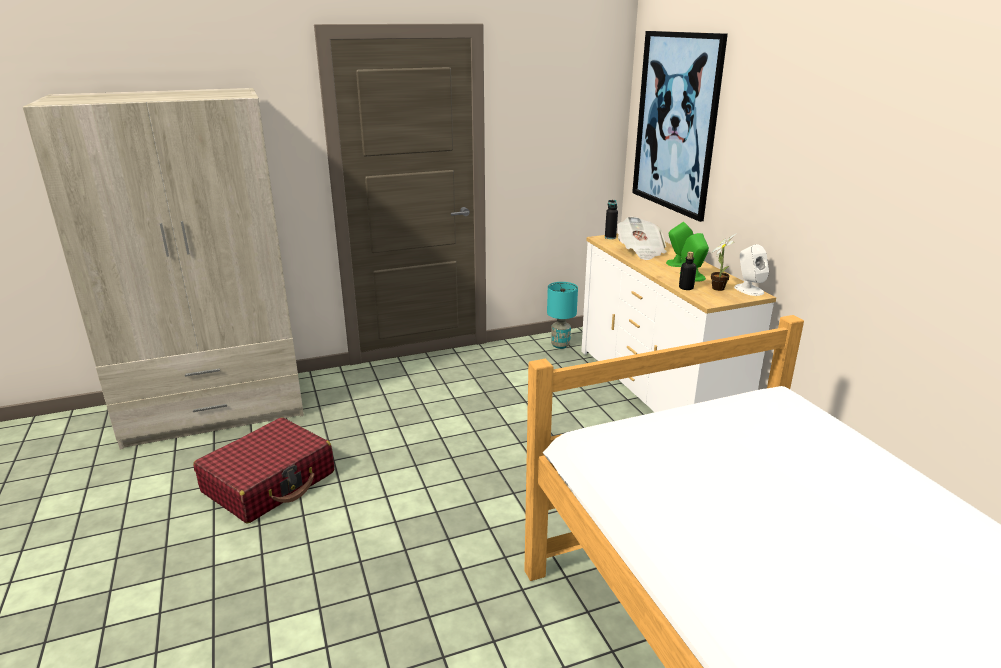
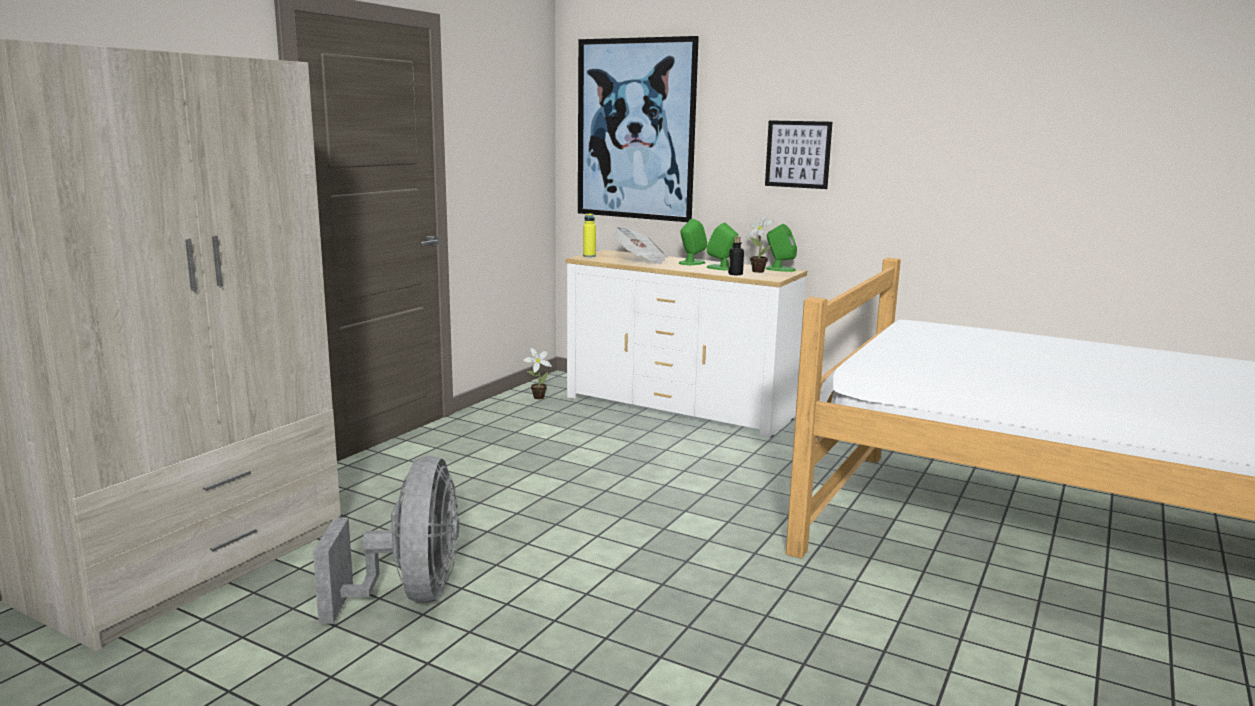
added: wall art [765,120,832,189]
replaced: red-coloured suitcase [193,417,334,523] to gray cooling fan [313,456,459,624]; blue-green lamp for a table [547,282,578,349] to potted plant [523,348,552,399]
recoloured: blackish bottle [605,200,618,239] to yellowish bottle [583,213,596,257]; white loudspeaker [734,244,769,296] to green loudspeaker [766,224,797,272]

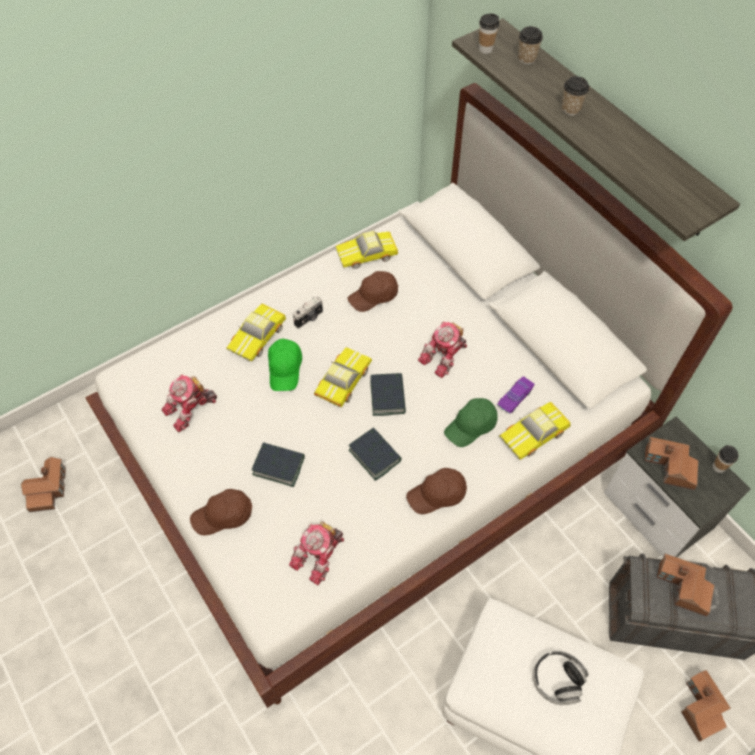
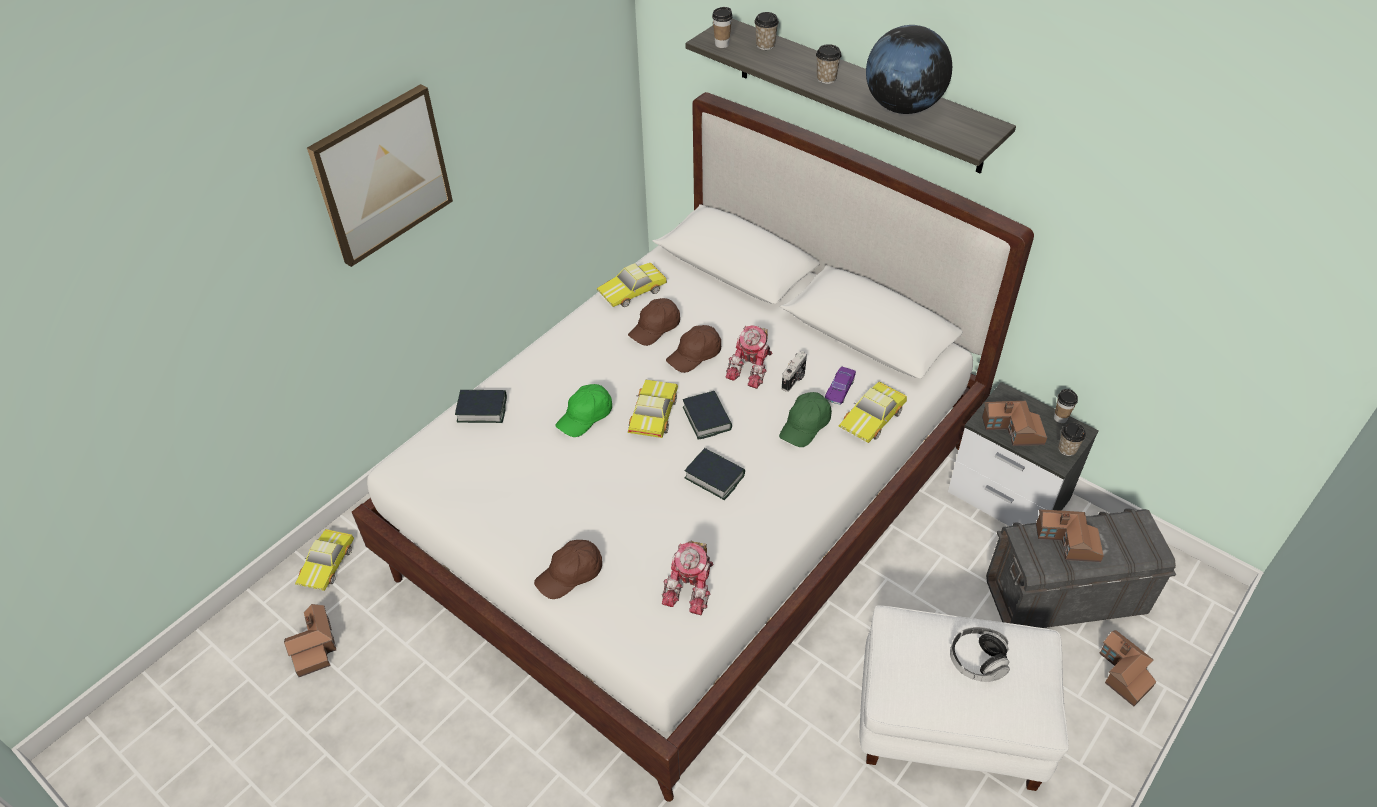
removed: model robot [161,374,217,432]
added: wall art [307,84,453,267]; globe [866,25,952,114]; small cup [1058,423,1086,456]
moved: toy car [226,304,286,362] to [295,529,354,591]; volume [252,442,305,487] to [455,390,507,423]; still camera [293,296,323,329] to [782,351,807,392]; brownish peaked cap [406,468,467,514] to [666,325,721,373]
turned: green peaked cap [268,339,302,391] = [555,384,612,437] 60 degrees clockwise

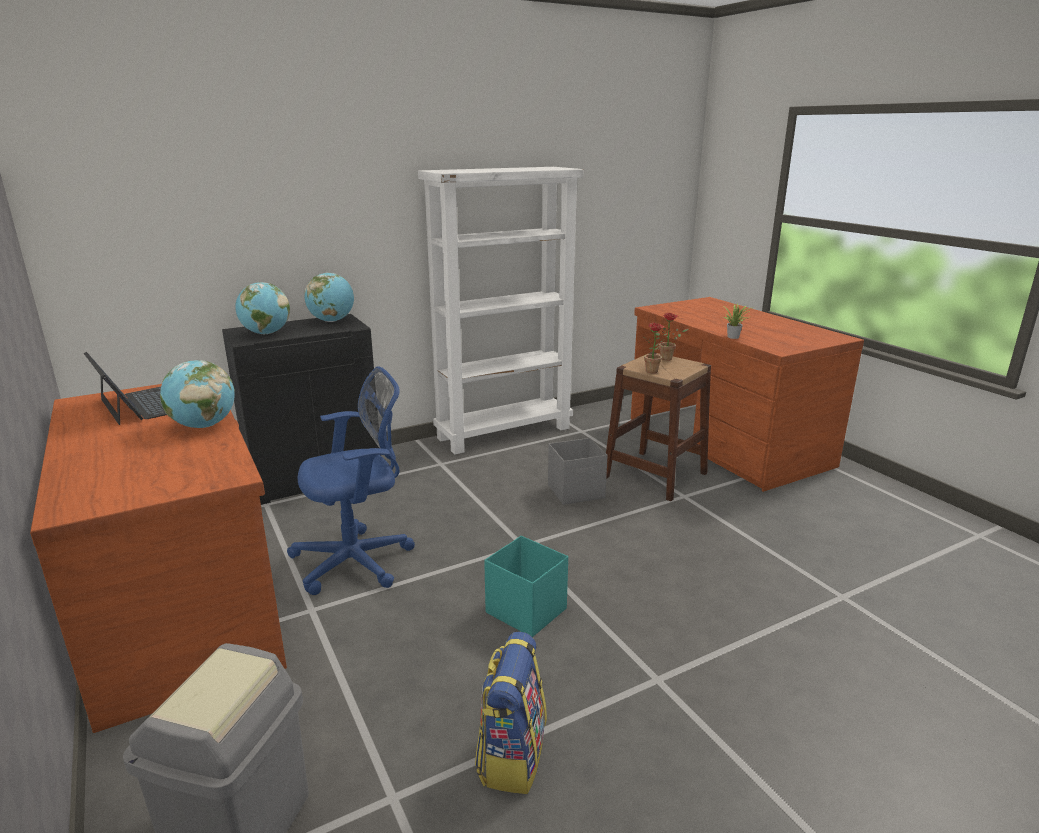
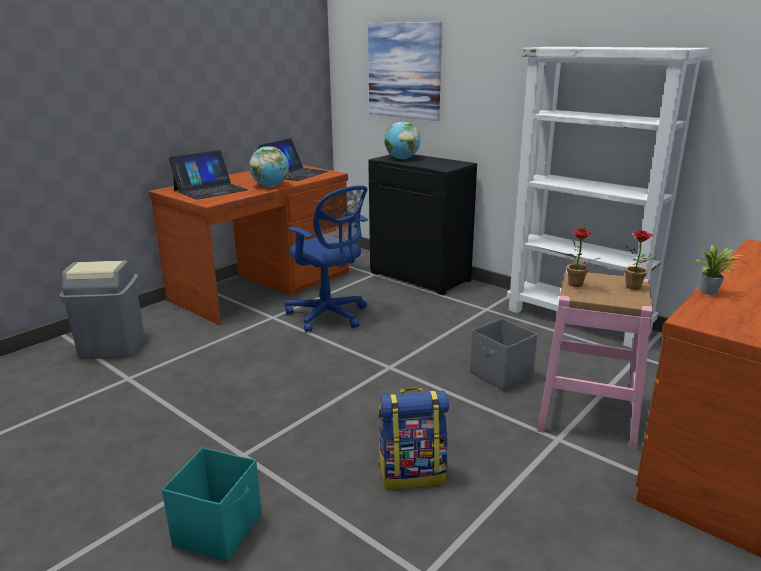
removed: globe [304,272,354,322]
added: laptop [168,150,248,200]; wall art [368,22,442,121]
moved: rucksack [475,632,547,794] to [378,387,449,489]; blue-green storage box [484,536,568,637] to [162,448,262,561]
recoloured: brownish stool seat [606,352,711,501] to pink-coloured stool seat [537,270,653,451]

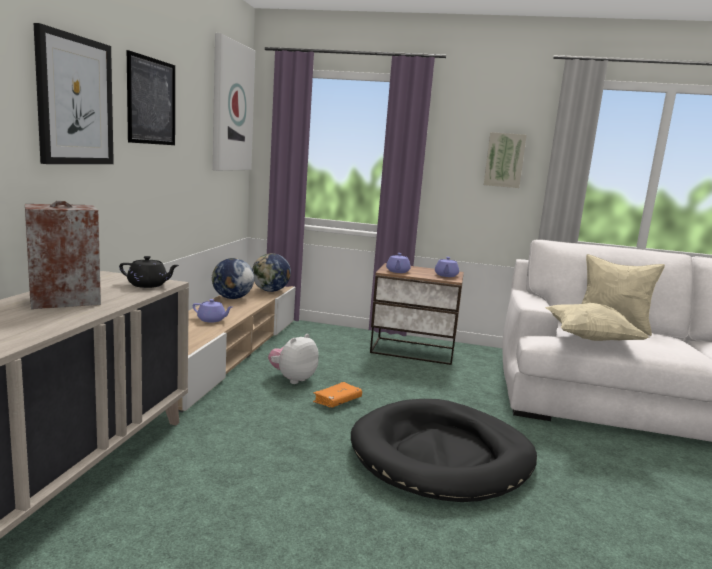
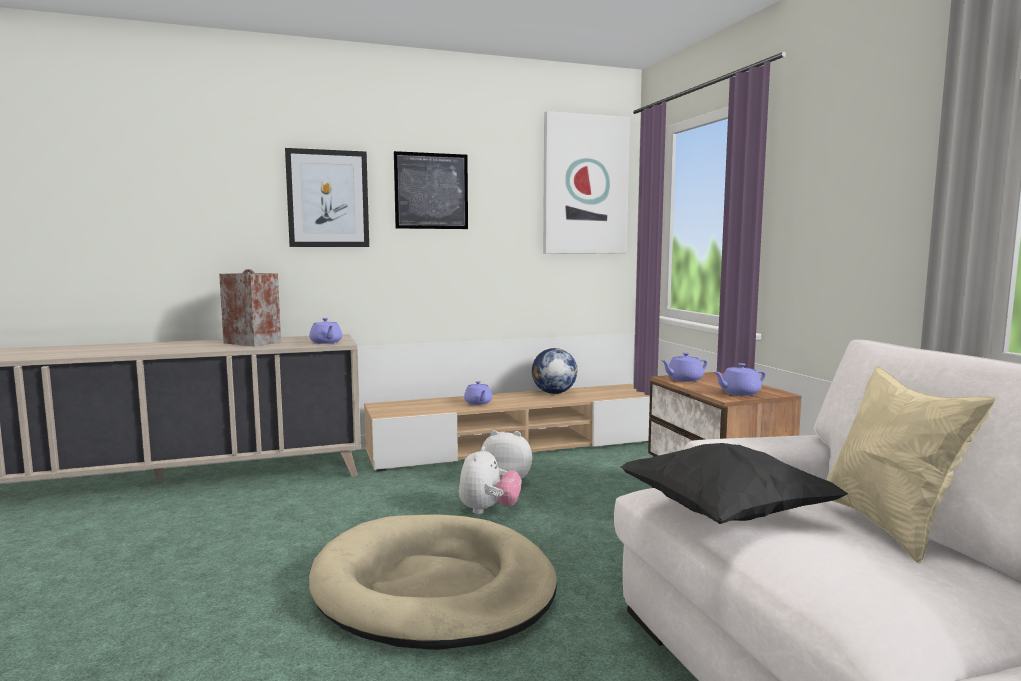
removed: globe [252,253,291,292]; wall art [484,132,527,188]
replaced: orange-coloured volume [313,382,362,408] to soft toy [459,446,521,514]
recoloured: blackish pot for tea [119,256,179,288] to purple pot for tea [309,318,342,344]; blackish dog cushion [351,399,537,502] to beige dog cushion [309,514,557,650]; beige pillow [545,303,649,341] to blackish pillow [620,443,848,524]

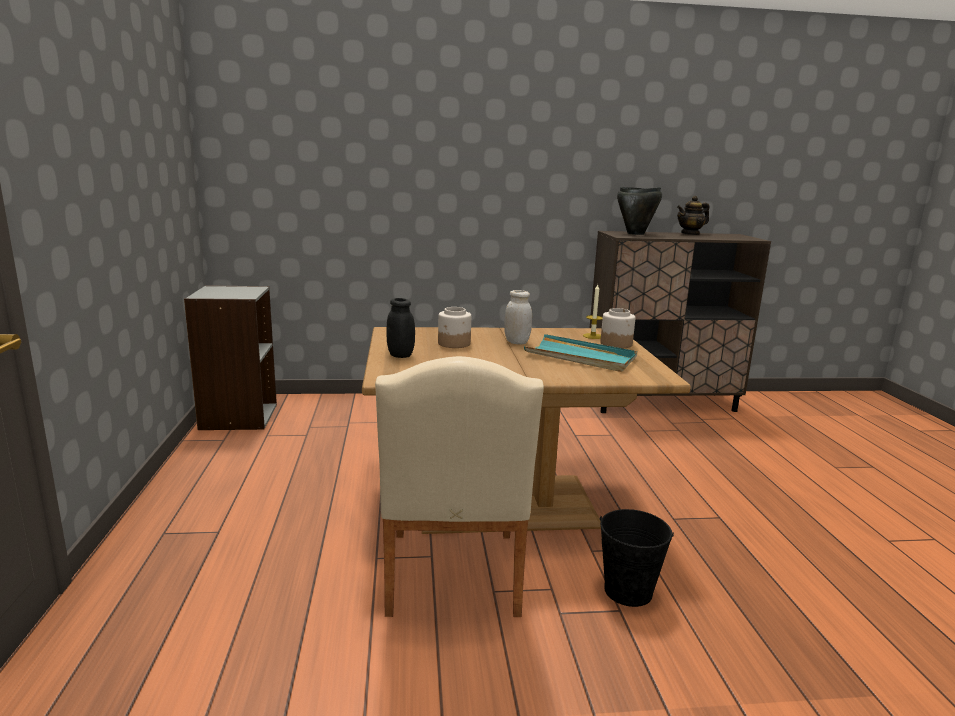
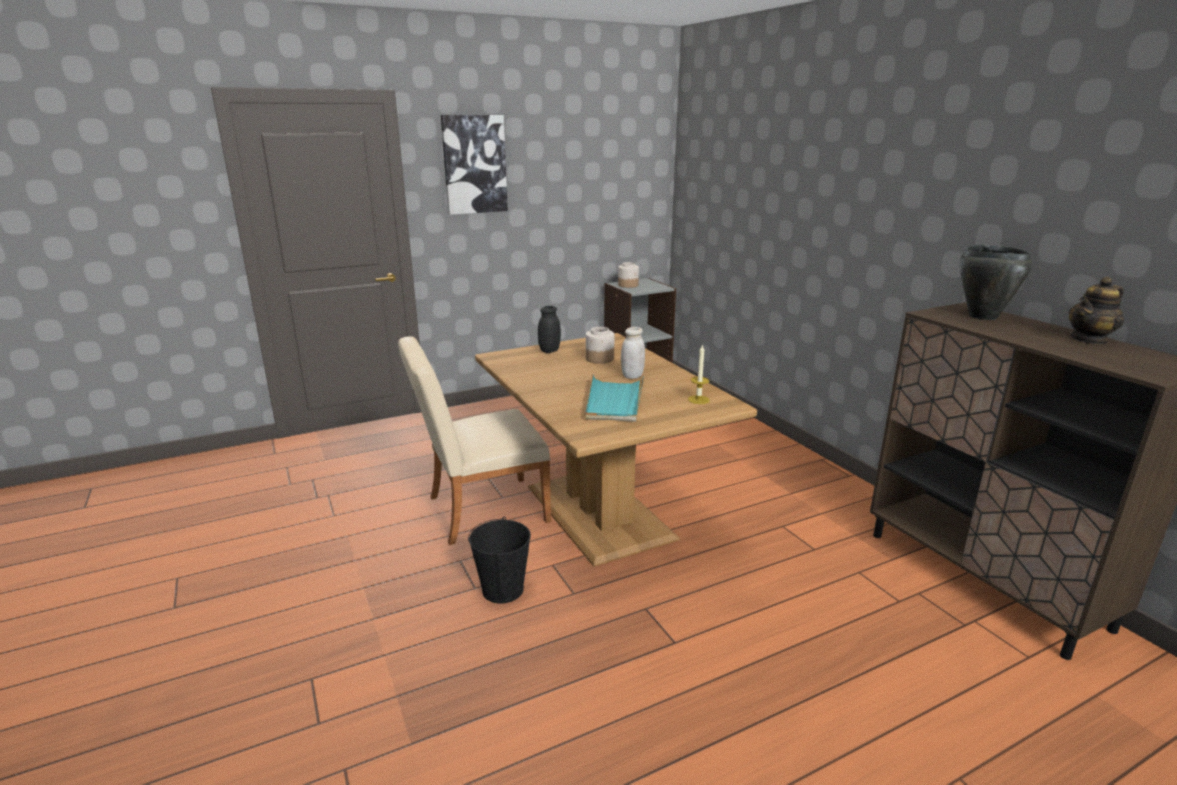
added: wall art [441,115,508,215]
moved: jar [600,308,635,348] to [618,262,639,288]
turned: pot for tea [677,196,709,235] = [1069,277,1124,345] 75 degrees counterclockwise

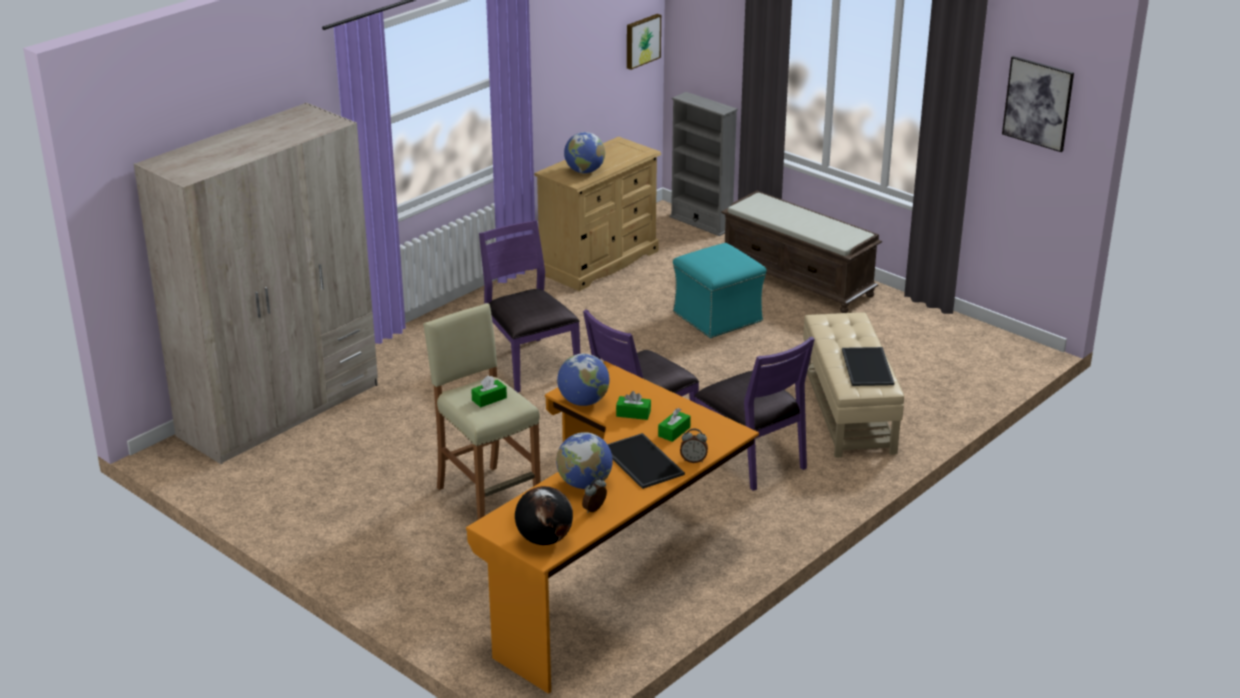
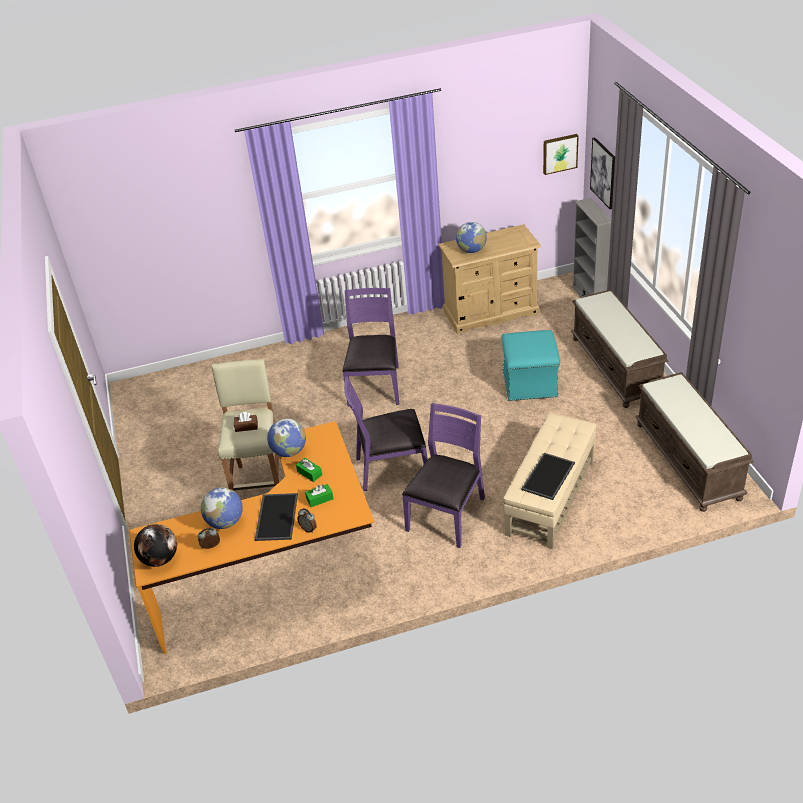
removed: beige clothes cupboard [134,102,378,464]
added: brownish long seat [635,372,754,512]
moved: wall art [1002,56,1074,152] to [590,137,615,209]
recoloured: green tissue box [471,375,507,407] to brownish tissue box [234,412,258,432]
turned: purple chair [694,337,815,491] = [402,403,485,548] 150 degrees counterclockwise

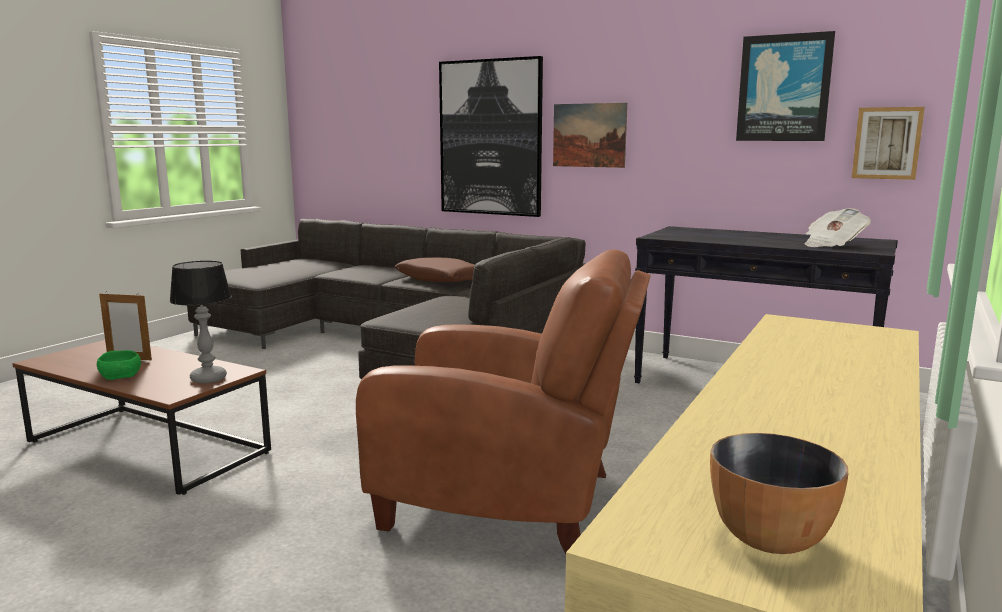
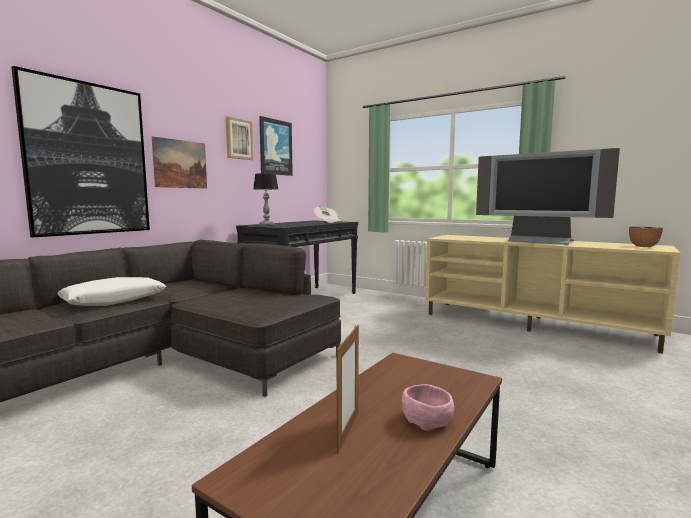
removed: brownish lounge chair [356,249,651,554]
added: TV [476,148,620,245]
moved: lamp for a table [169,261,232,383] to [253,173,278,226]; wall art [852,107,925,180] to [226,117,253,160]
recoloured: green bowl [97,350,141,380] to pink-coloured bowl [402,384,454,431]; brownish pillow [395,257,475,282] to white pillow [57,277,166,306]

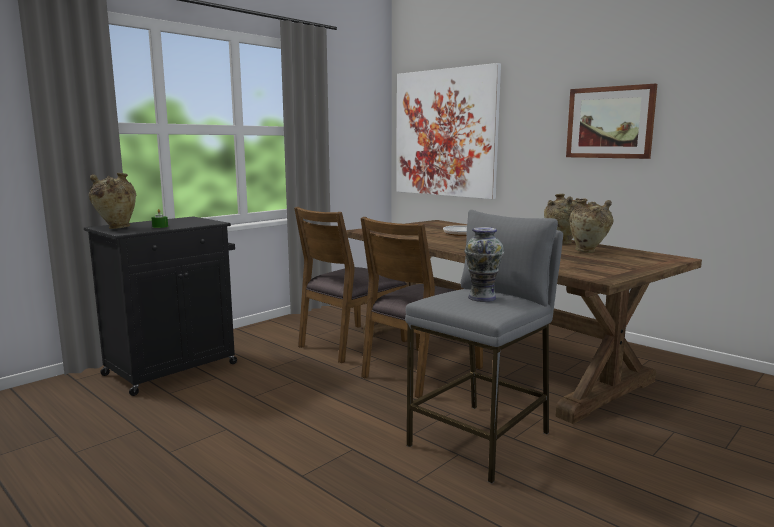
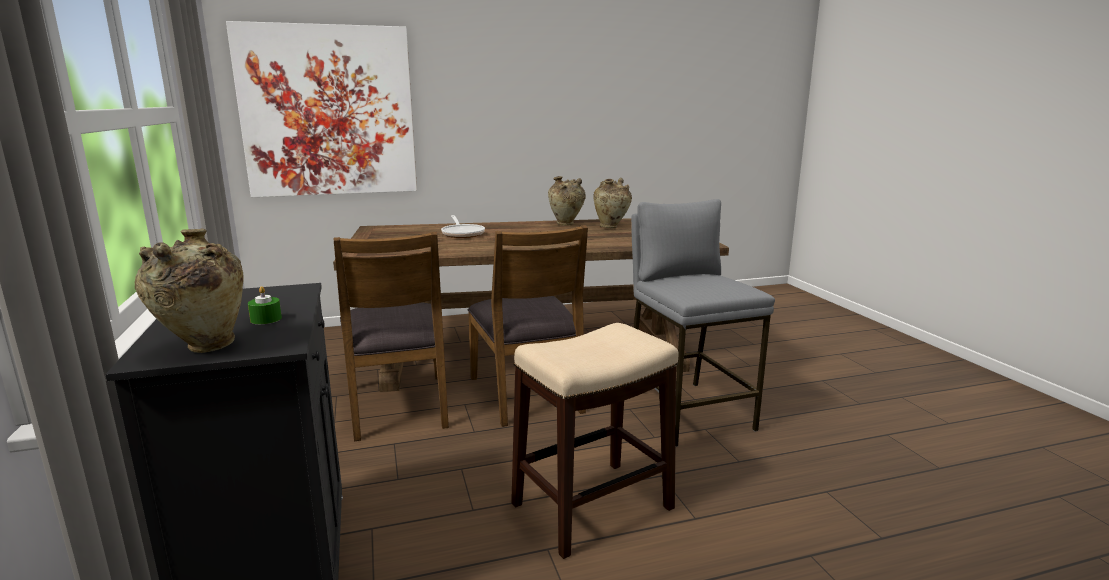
removed: vase [465,227,504,302]; wall art [566,84,657,159]
added: stool seat [511,323,679,559]

